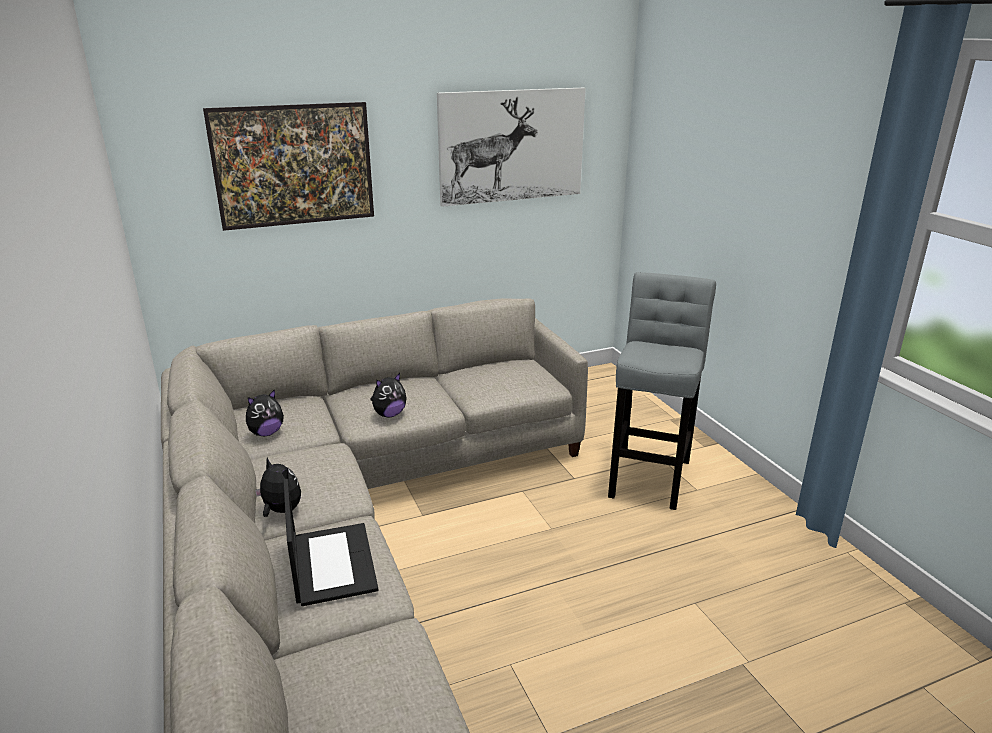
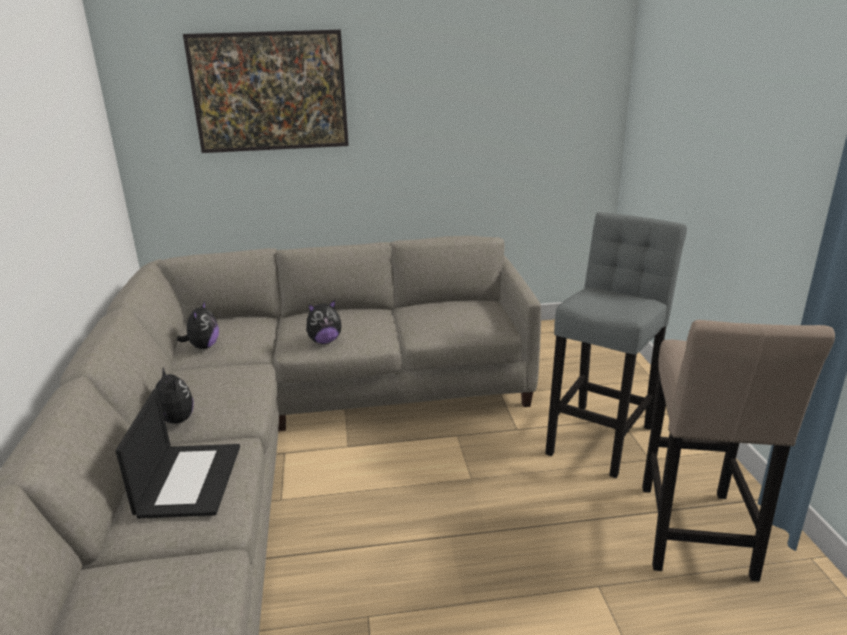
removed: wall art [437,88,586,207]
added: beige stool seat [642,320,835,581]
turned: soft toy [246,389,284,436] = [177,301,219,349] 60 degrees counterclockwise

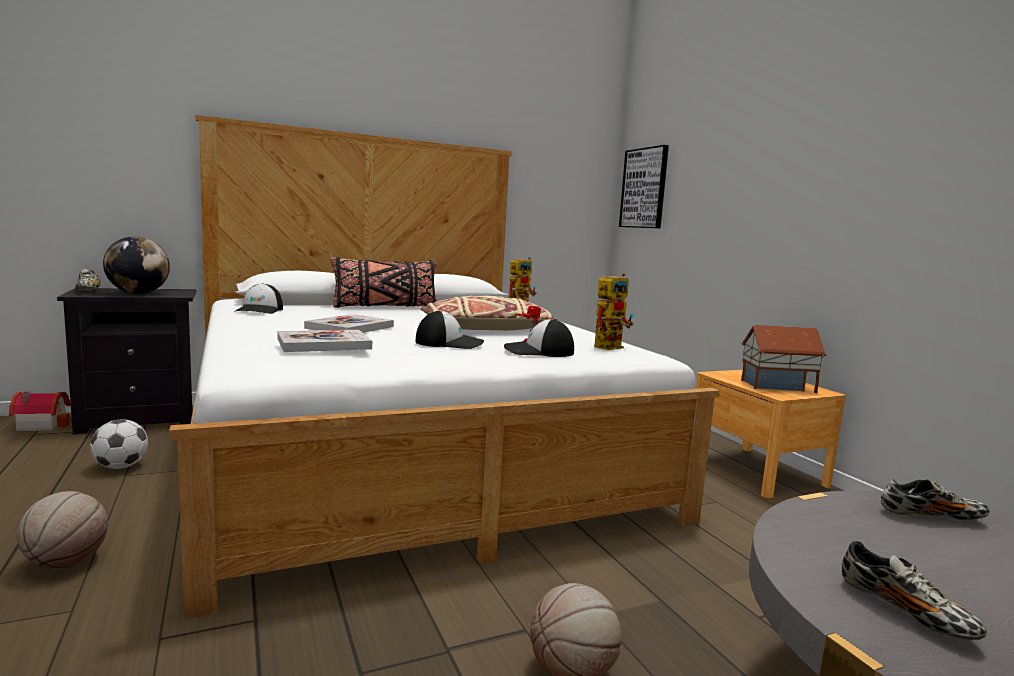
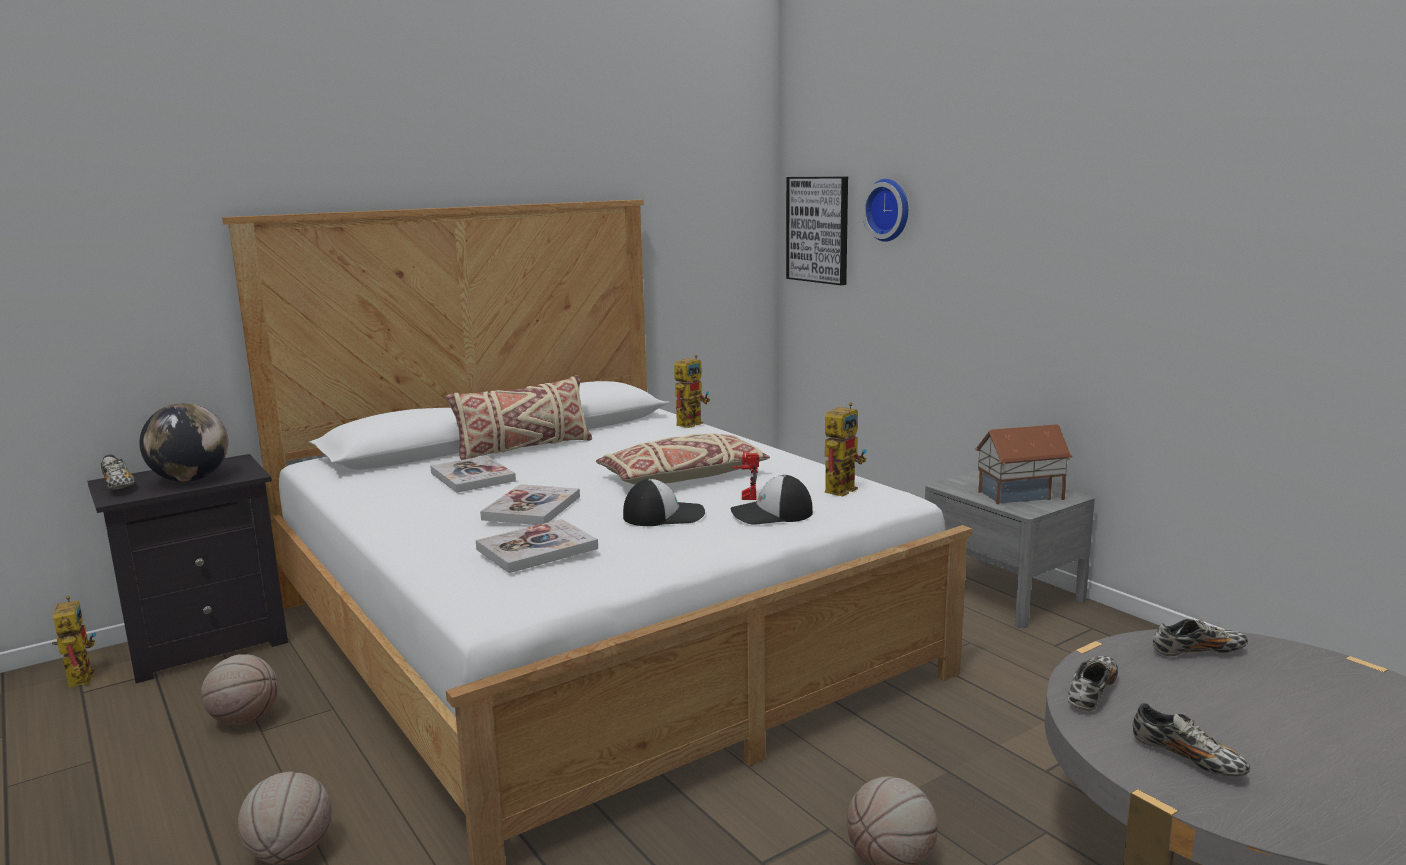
removed: peaked cap [234,283,283,314]
added: volume [430,456,516,493]; clock on the wall [862,179,908,242]; item of footwear [1068,656,1118,711]
replaced: toy house [9,391,71,431] to model robot [52,596,96,688]; football ball [90,419,148,469] to basketball ball [201,654,278,726]
recoloured: blackish pillow [330,257,437,308] to beige pillow [446,375,592,460]; brownish bedside table [696,370,845,499] to gray bedside table [925,470,1095,628]

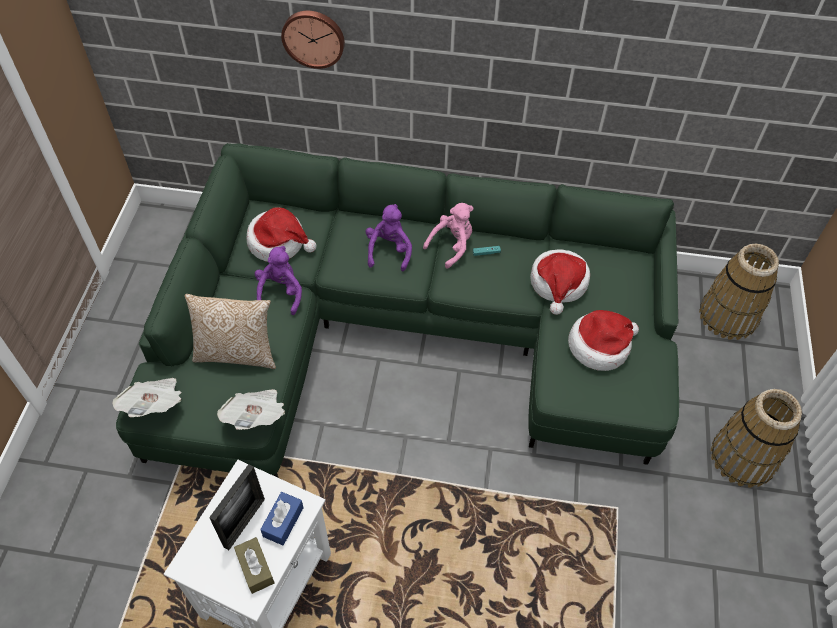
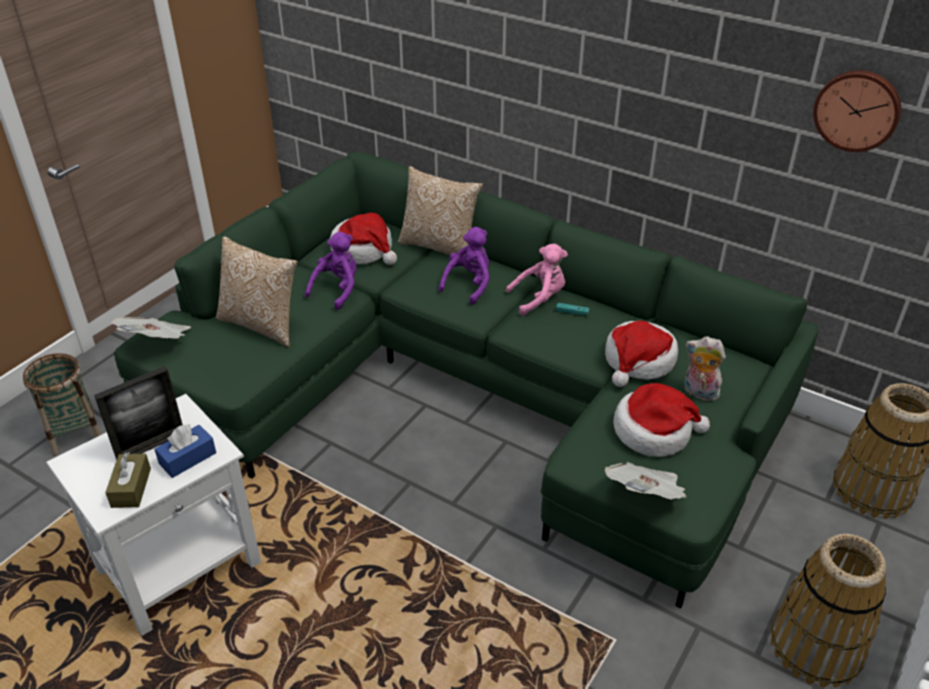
added: basket [23,353,102,456]; pillow [398,166,483,256]; soft toy [684,336,726,401]
moved: newspaper [217,389,285,430] to [605,462,687,499]; clock on the wall [281,11,345,69] to [813,70,901,152]

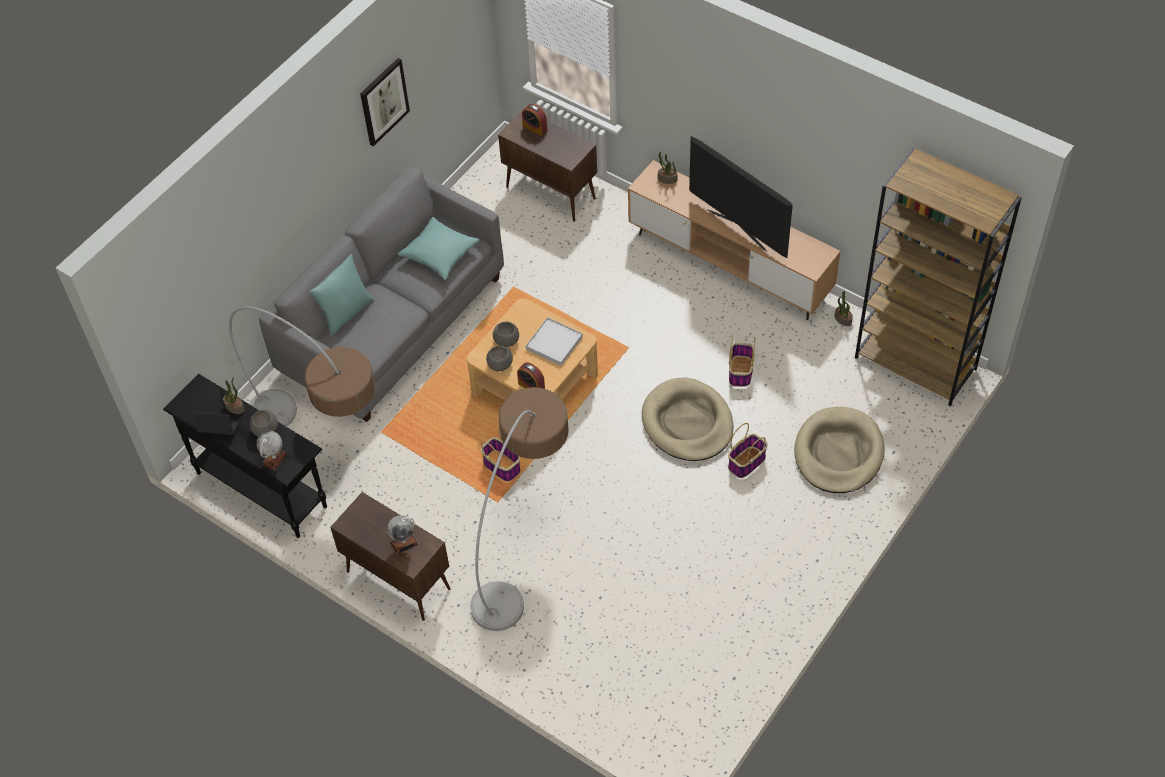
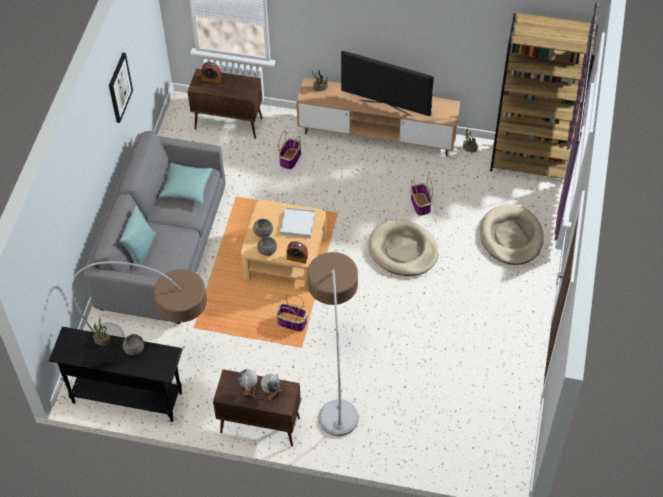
moved: globe [256,431,287,471] to [238,369,258,398]; basket [728,423,768,478] to [278,131,301,170]

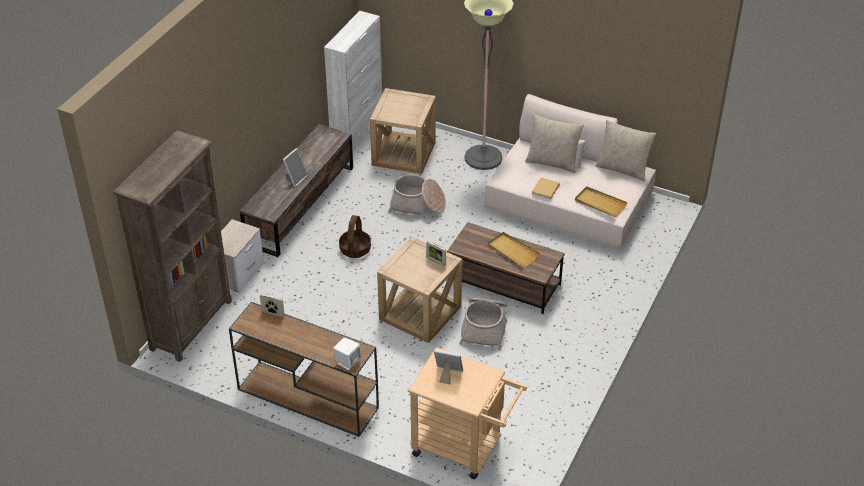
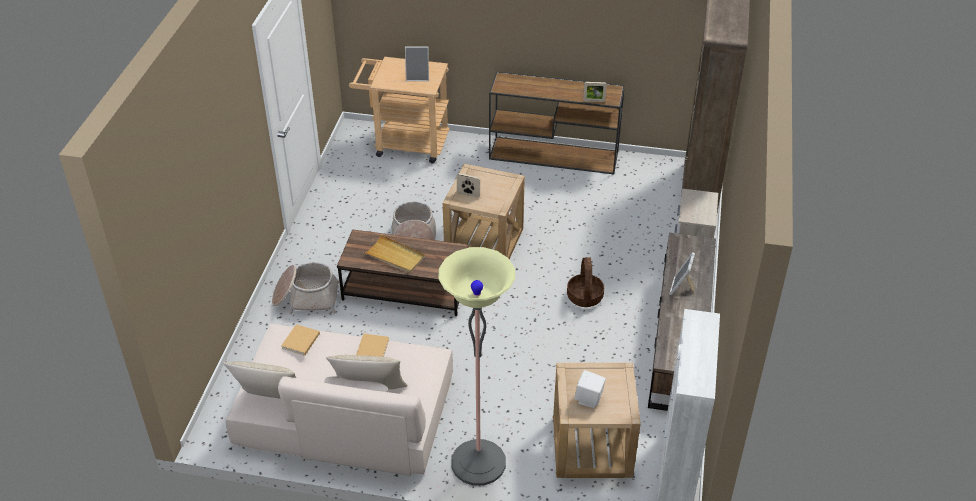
moved: white loudspeaker [333,337,362,370] to [575,370,606,408]; basket [388,174,446,219] to [272,262,339,314]
replaced: beige serving tray [575,186,628,217] to beige volume [281,324,320,356]

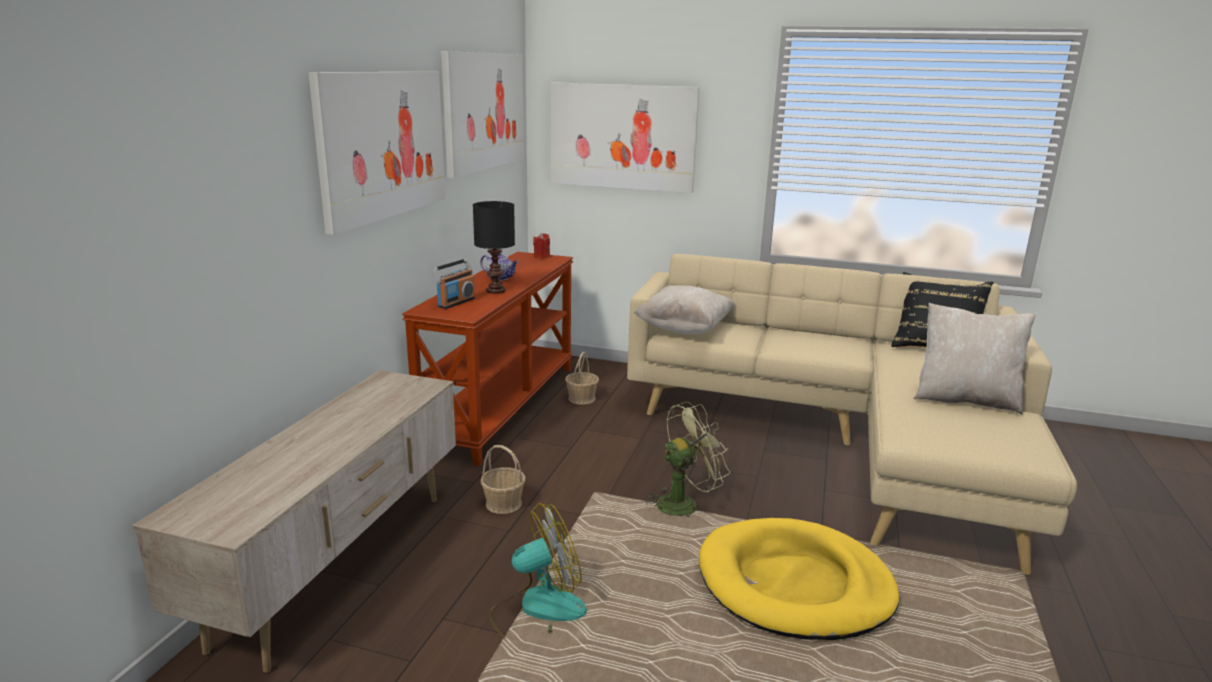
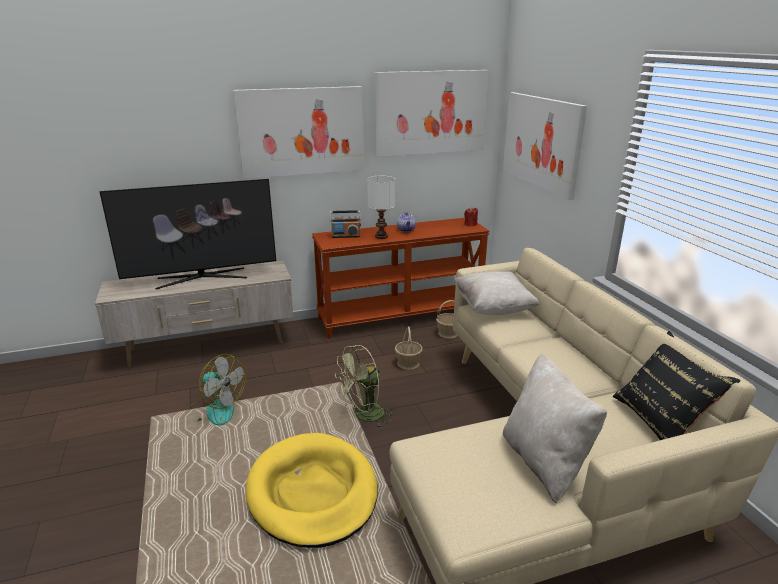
added: TV [100,179,276,290]
moved: basket [481,445,526,514] to [395,326,423,370]
recoloured: blackish lamp for a table [473,201,515,294] to white lamp for a table [367,176,395,239]
turned: green cooling fan [646,402,730,517] = [335,345,394,427] 120 degrees clockwise

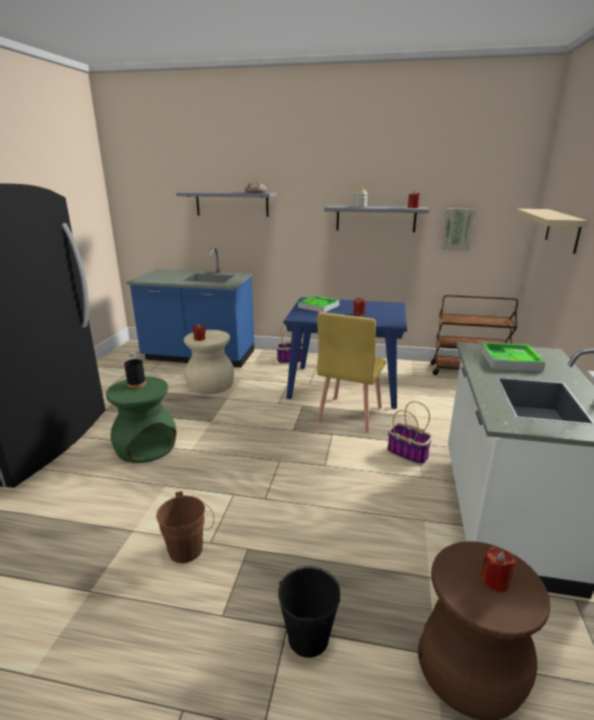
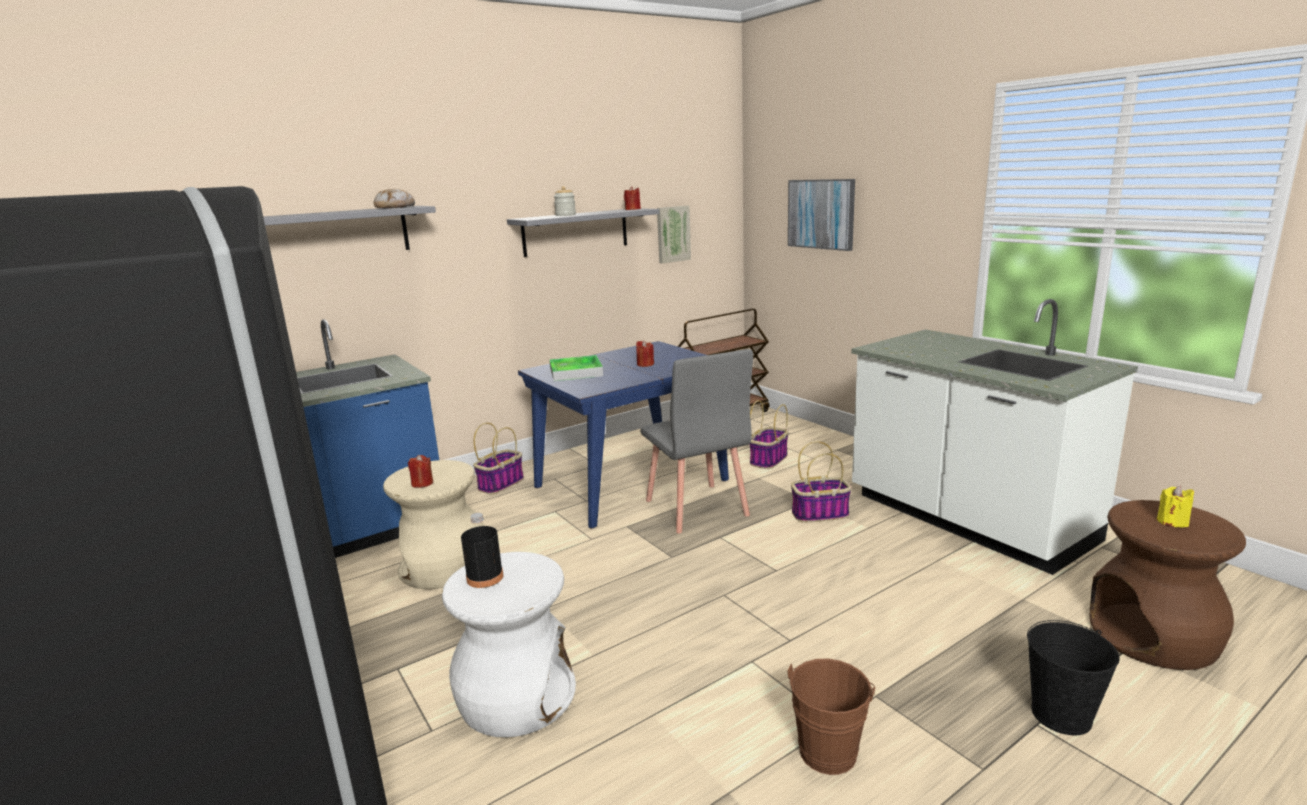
removed: serving tray [481,343,546,372]
added: basket [750,400,789,469]
replaced: beige wall shelf [516,209,588,254] to wall art [788,179,855,251]
recoloured: green stool seat [106,377,177,463] to white stool seat [442,552,576,737]; yellowish chair [317,312,386,433] to gray chair [640,349,753,534]; red-coloured wax light [480,548,516,592] to yellowish wax light [1157,486,1194,528]

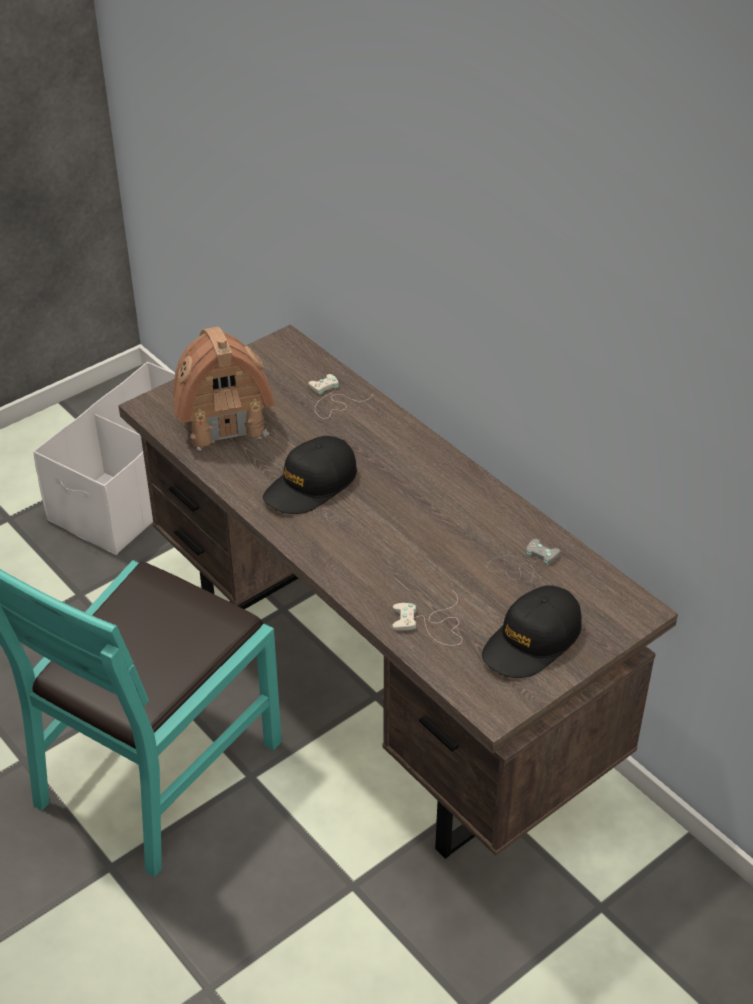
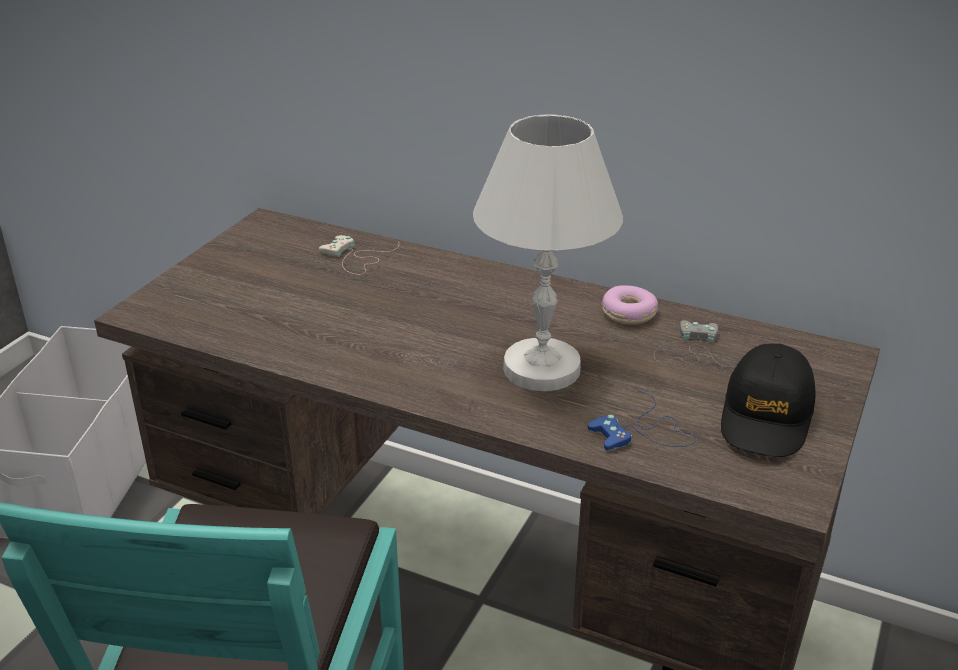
removed: toy house [173,327,275,451]; blackish peaked cap [263,436,357,514]
added: white lamp for a table [473,114,623,391]; ring doughnut [601,285,658,325]
recoloured: white joypad [392,589,462,646] to blue-coloured joypad [587,391,697,451]

